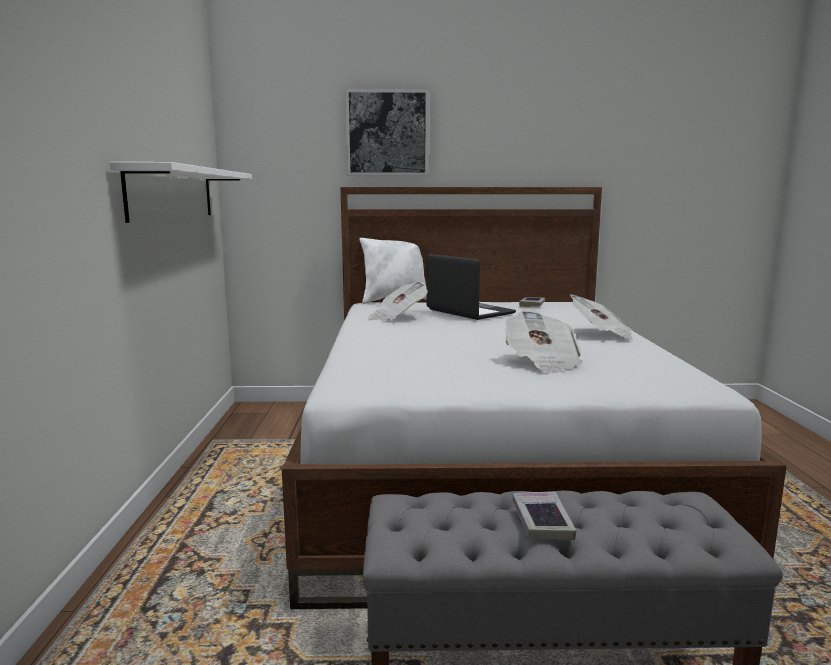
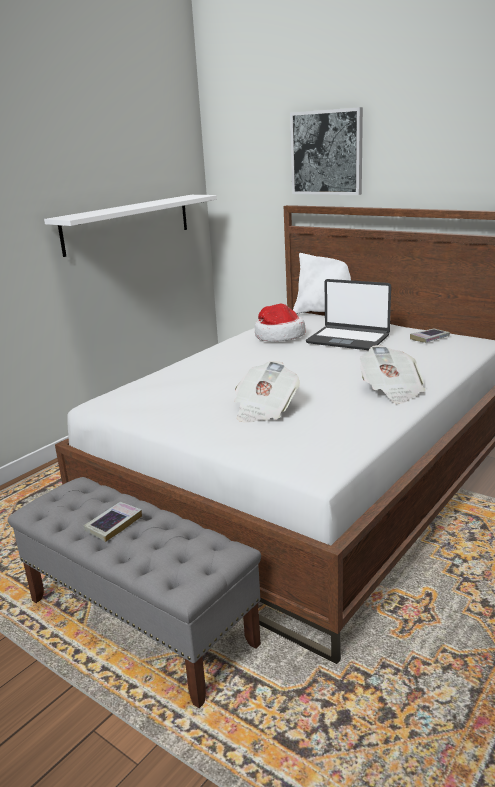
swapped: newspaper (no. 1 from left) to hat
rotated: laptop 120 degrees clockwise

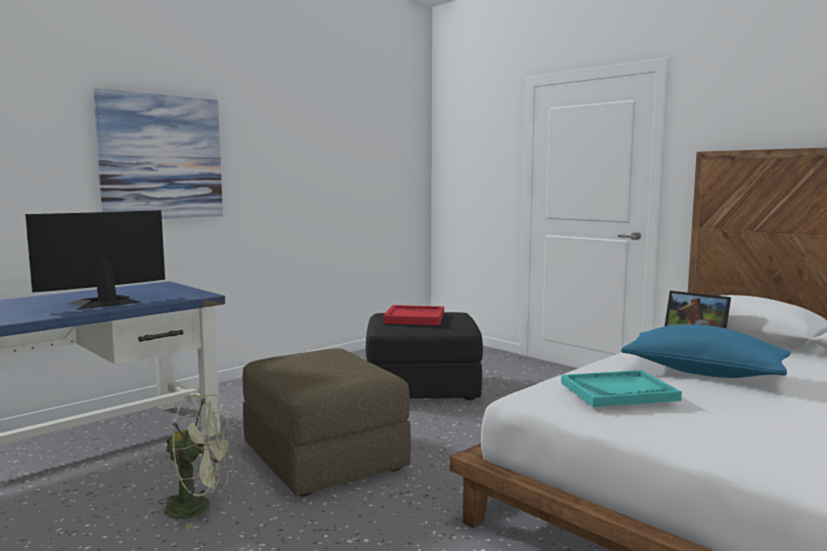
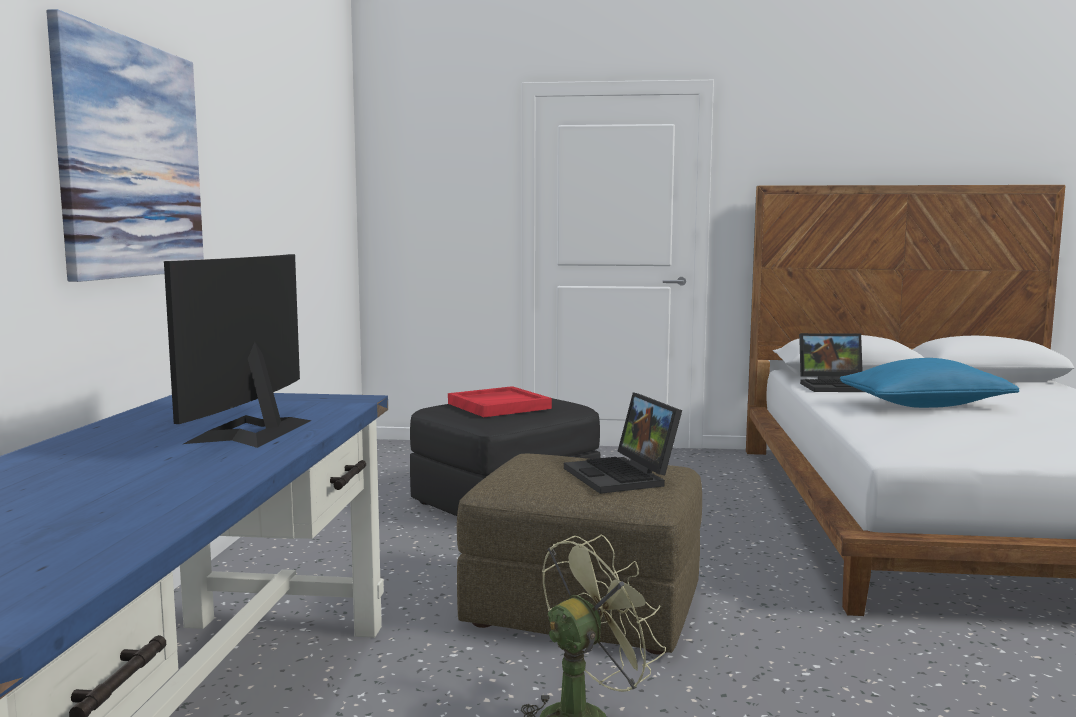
gone: turquoise tray
new: laptop (no. 1 from left)

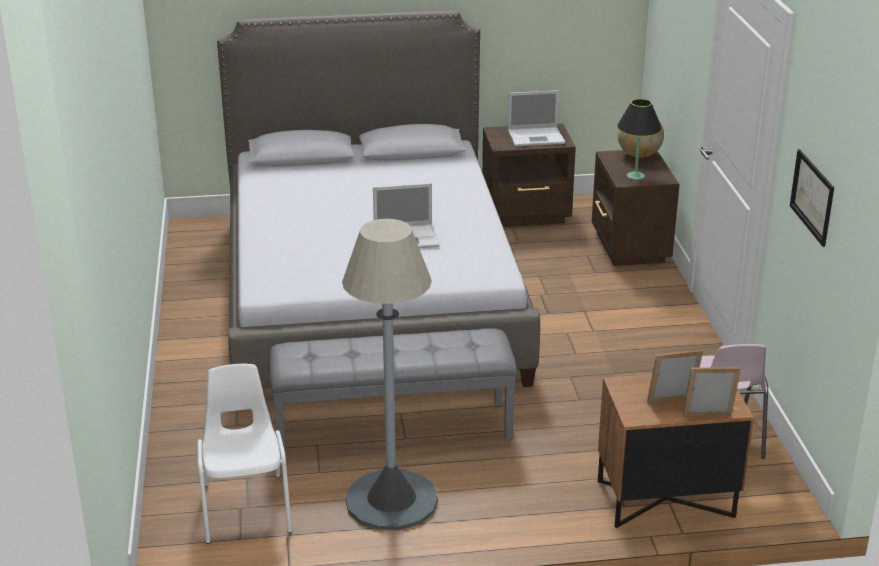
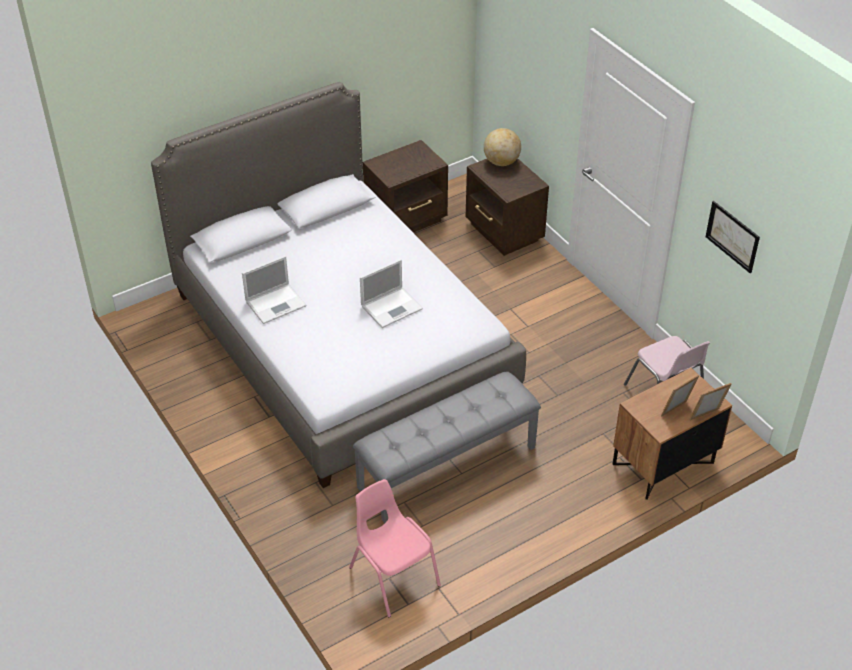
gone: grey floor lamp; black table lamp
shifted: laptop (no. 2 from left in the first image) to laptop (no. 1 from left)
repainted: white chair to pink chair (no. 1 from left)

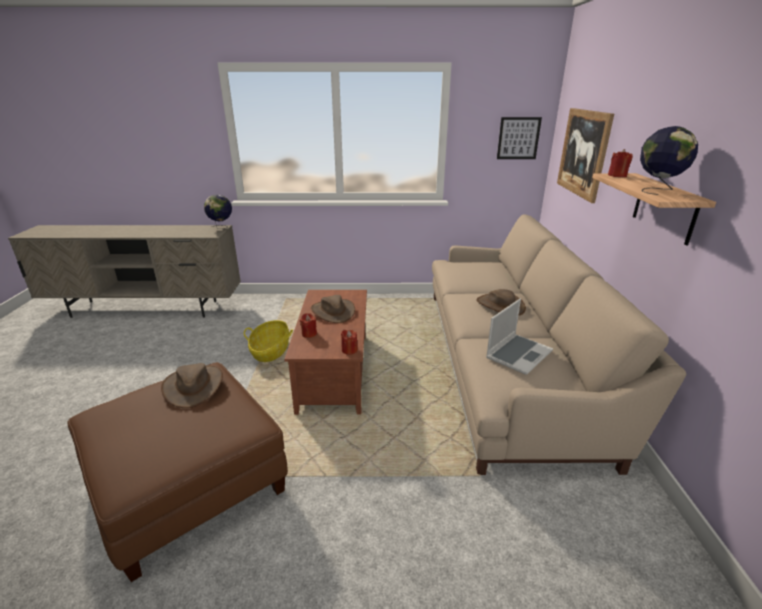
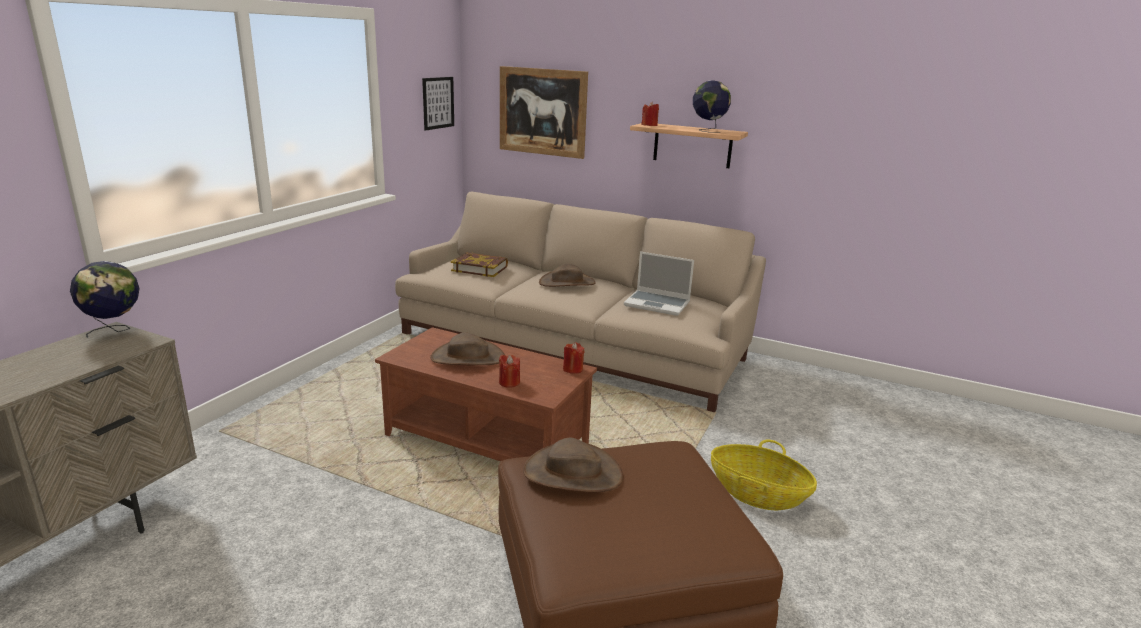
new: book
shifted: basket
rotated: laptop 135 degrees clockwise

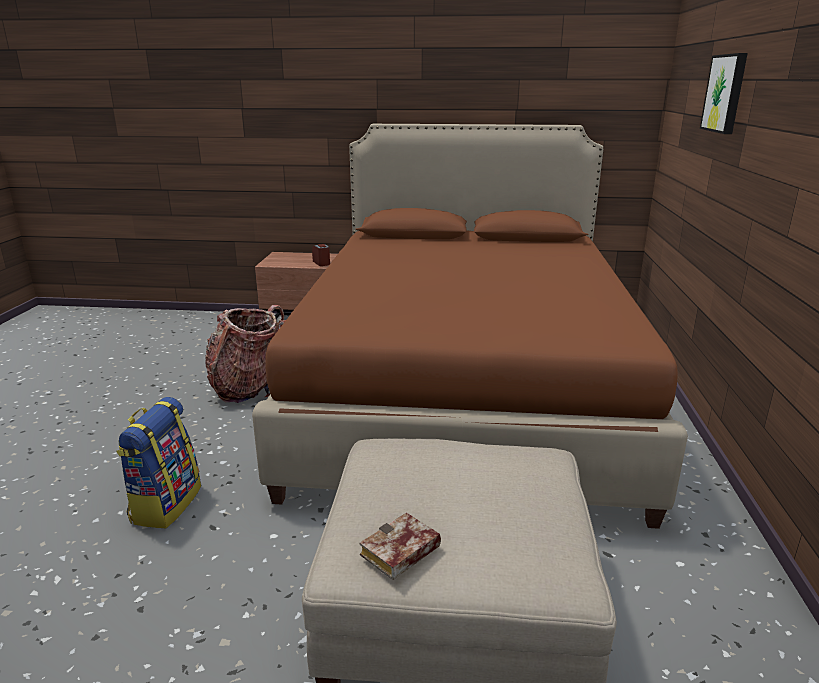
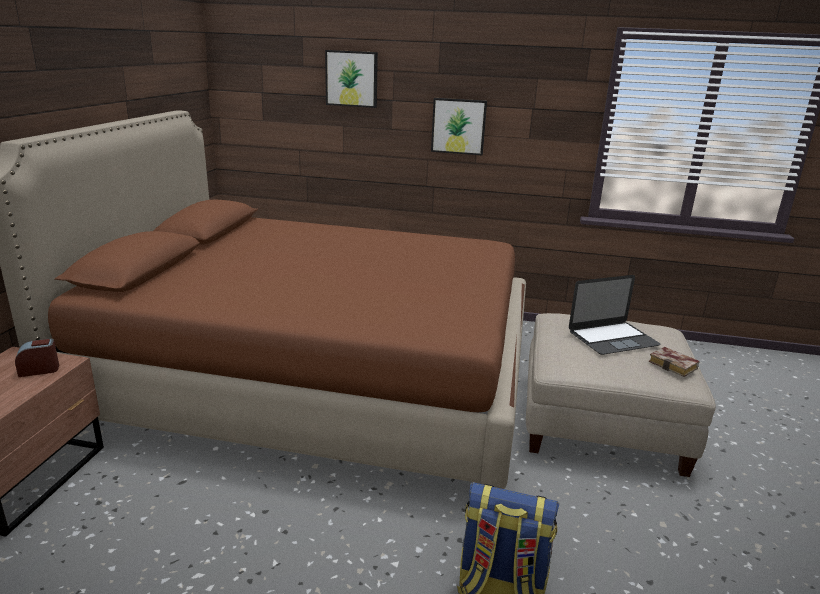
gone: backpack (no. 2 from left)
new: picture (no. 2 from left); laptop

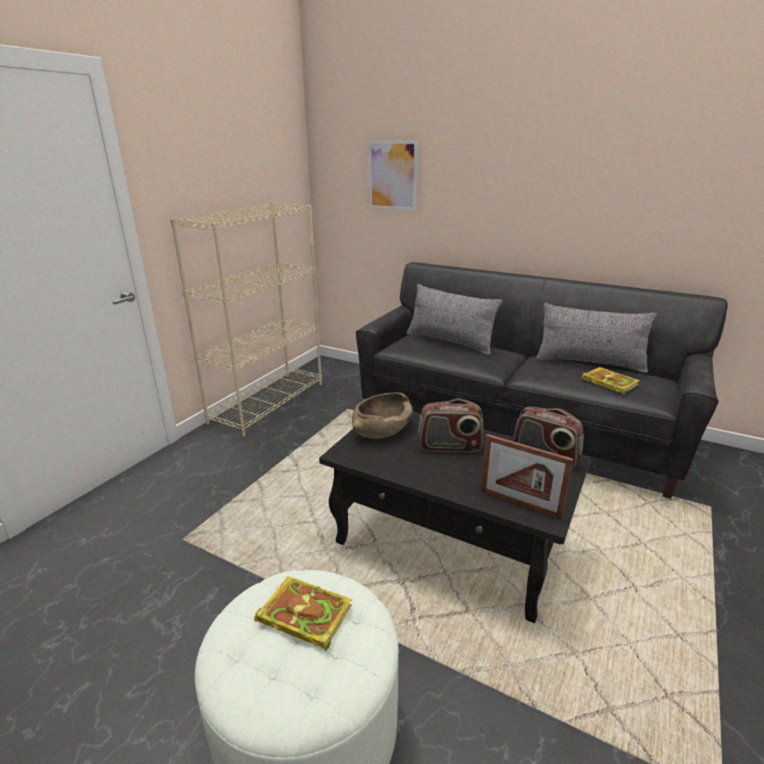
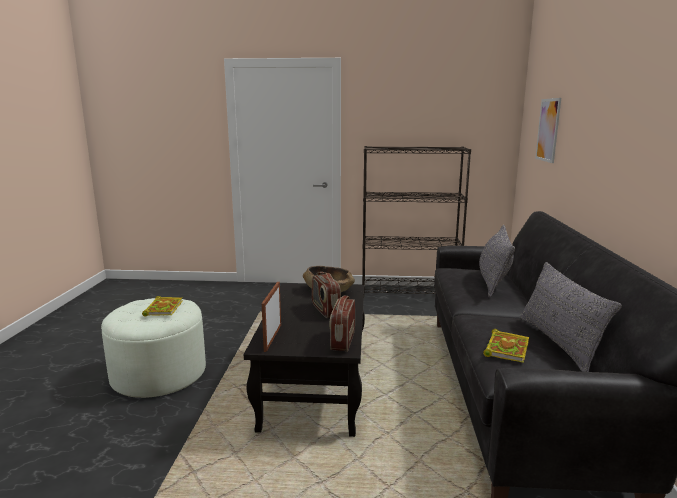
repainted: beige bookcase to black bookcase

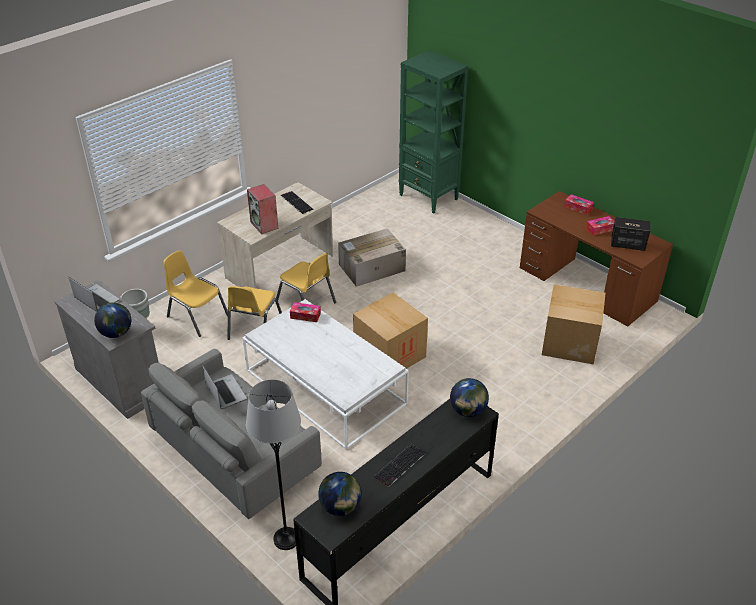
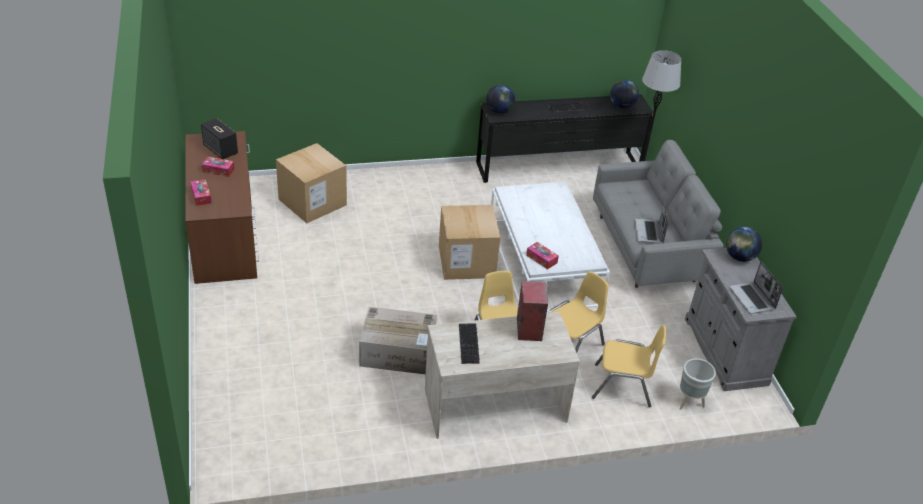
gone: green bookcase
rotated: yellow chair (no. 1 from left in the first image) 60 degrees counterclockwise

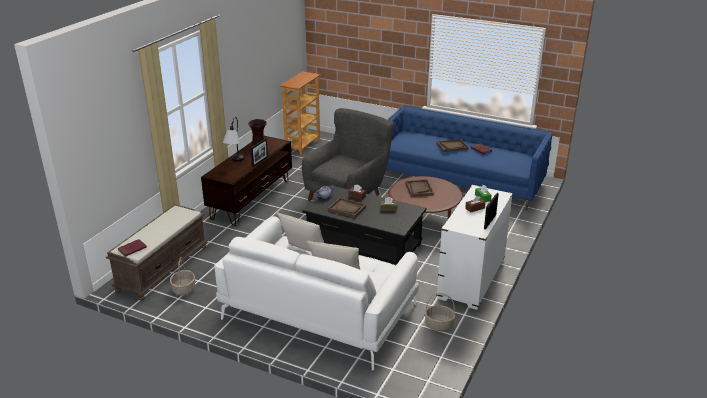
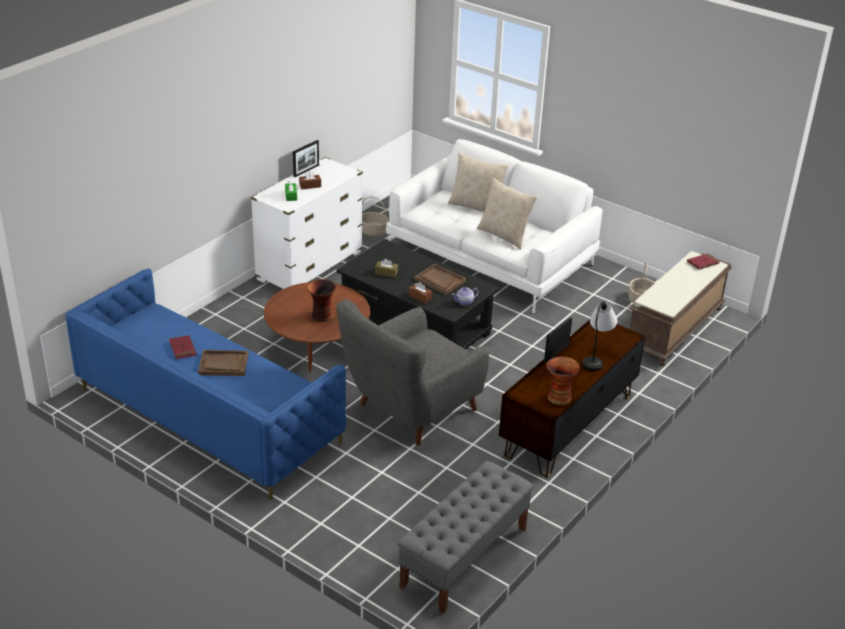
swapped: brown tray (no. 2 from left) to vase (no. 1 from left); bookcase to grey bench

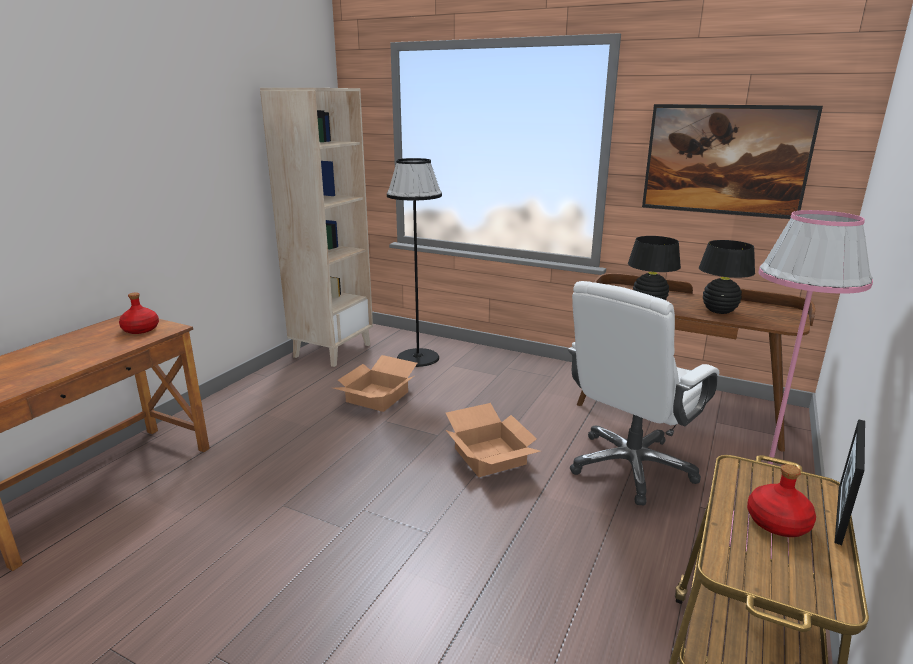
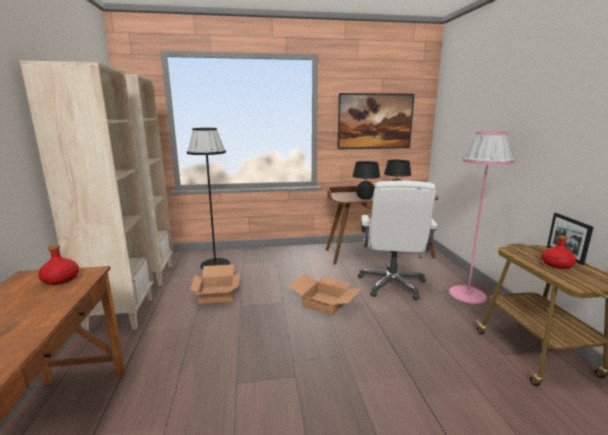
new: beige bookcase (no. 1 from left)

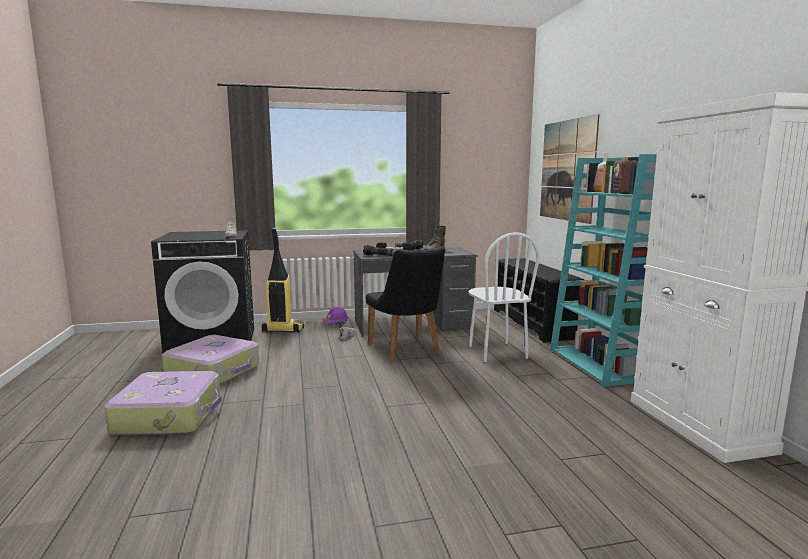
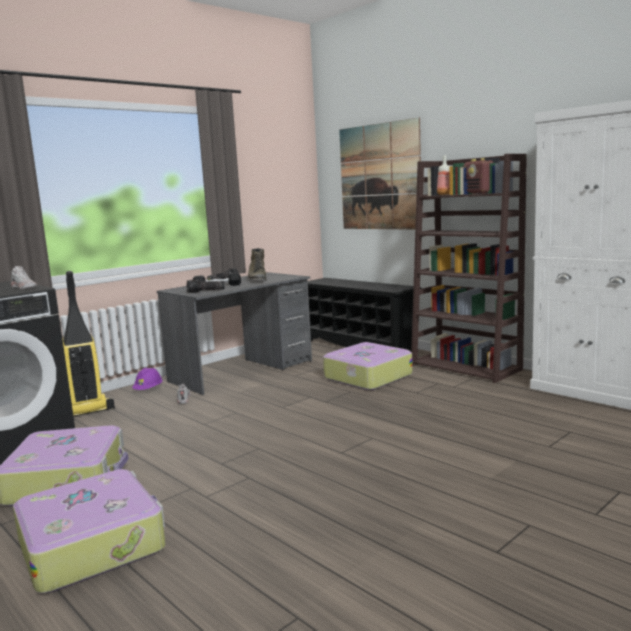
gone: black chair
swapped: white chair to suitcase (no. 3 from left)
repainted: turquoise bookcase to brown bookcase

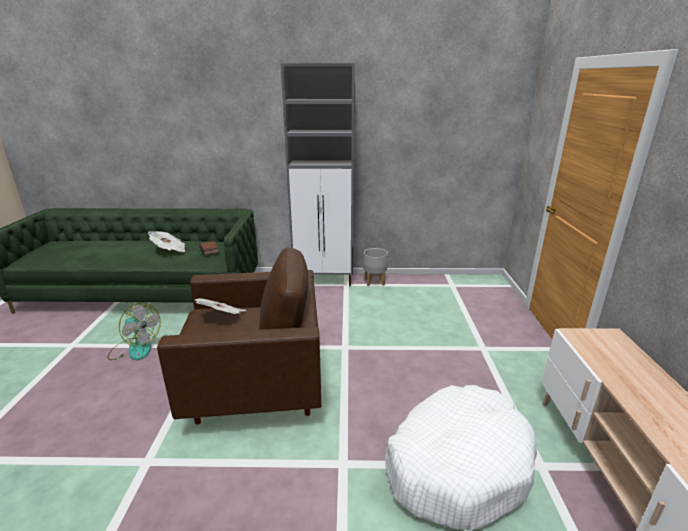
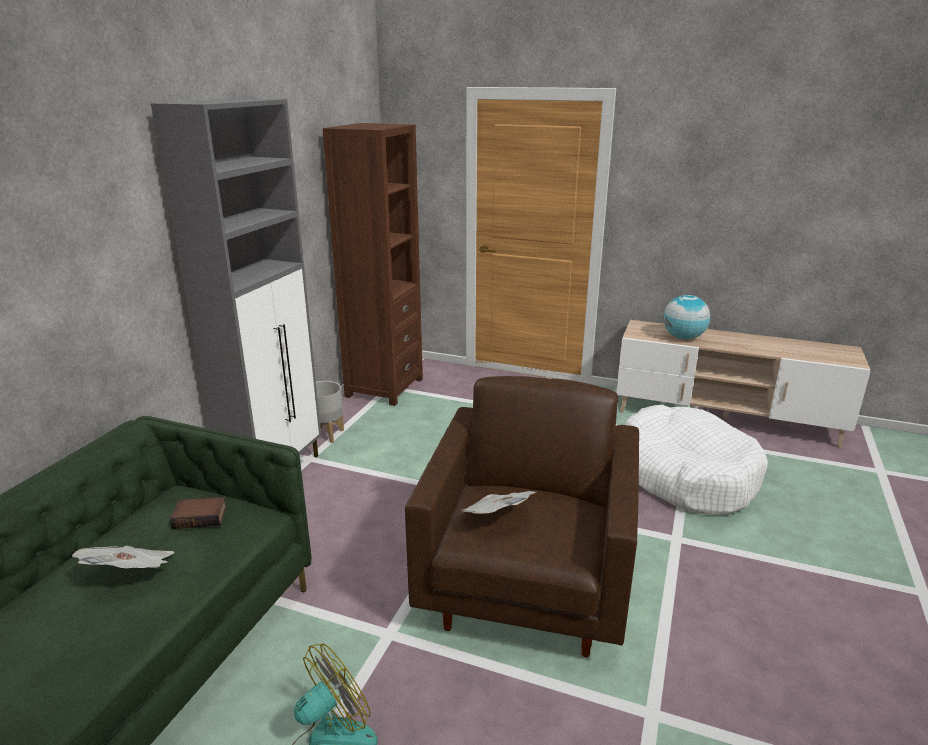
new: brown bookcase; globe

